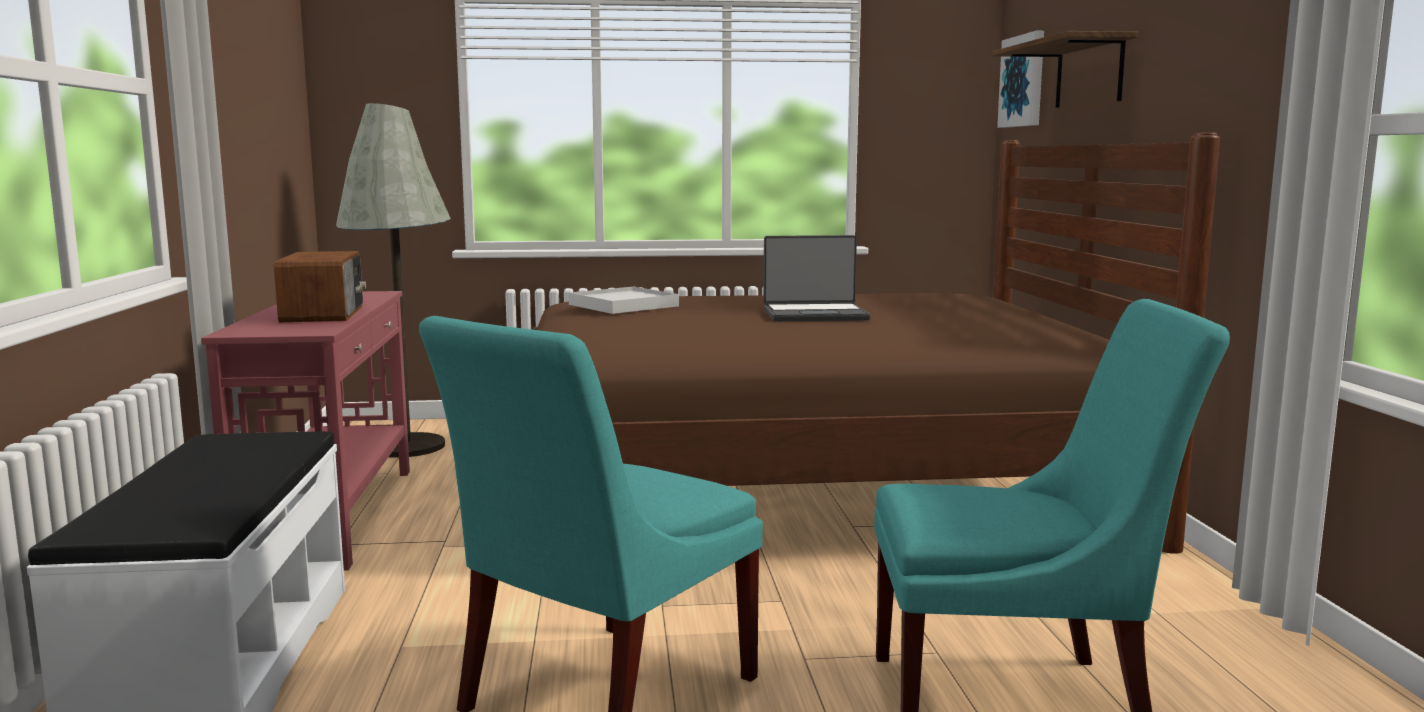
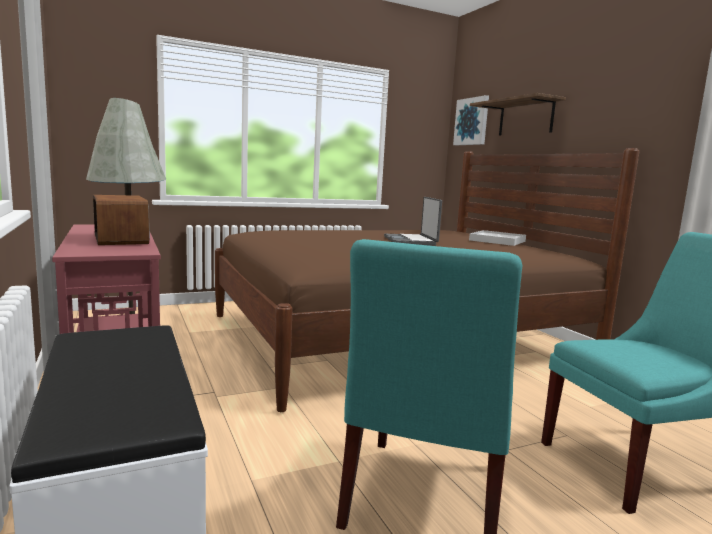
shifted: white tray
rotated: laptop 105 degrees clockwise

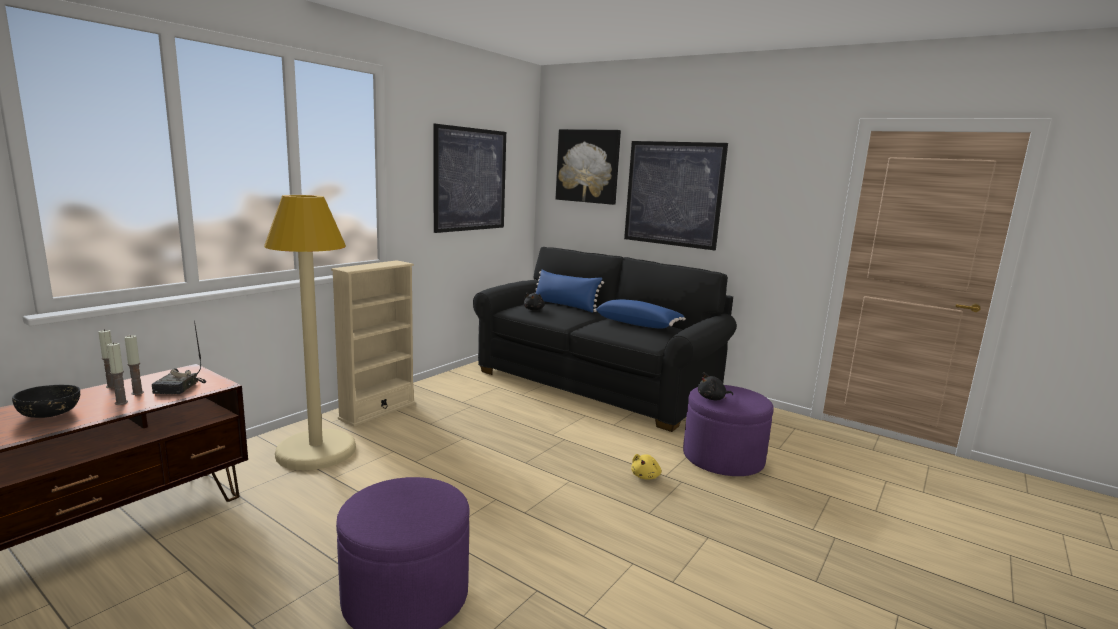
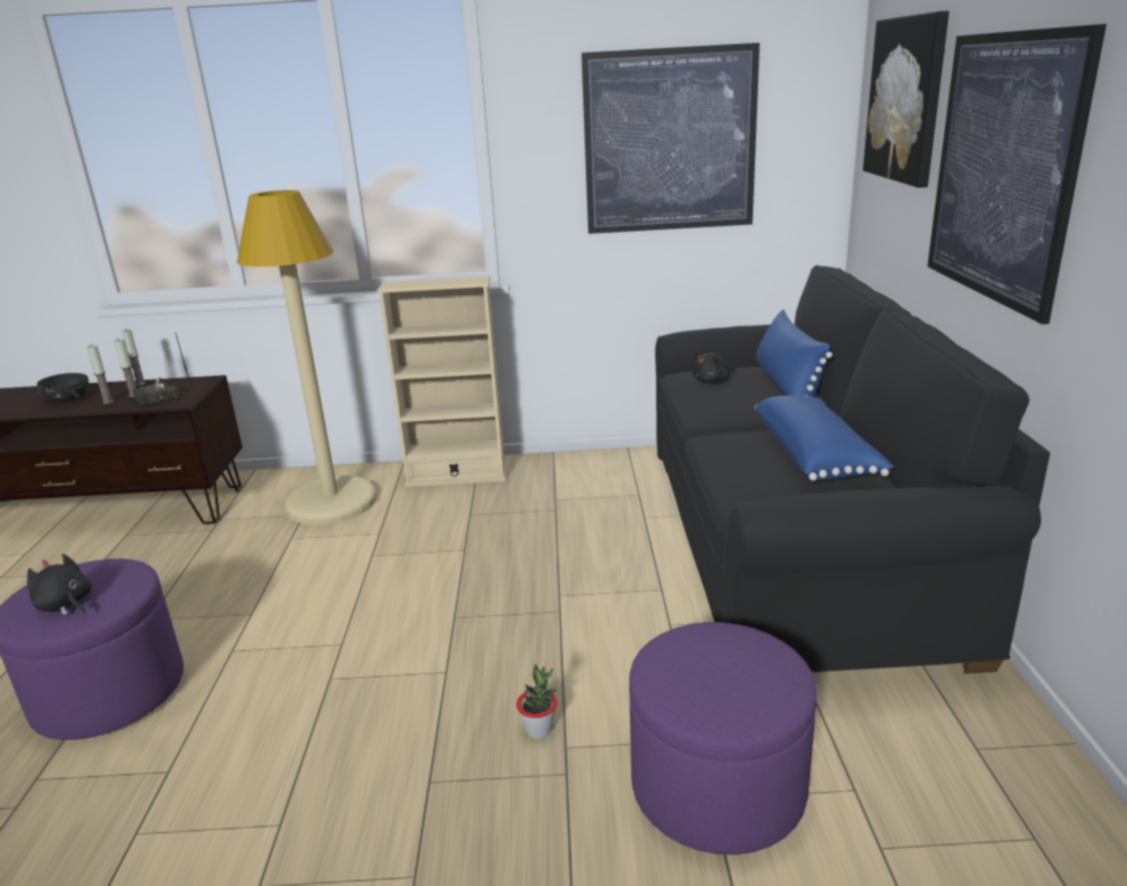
shifted: black plush toy (no. 2 from left in the first image) to black plush toy (no. 1 from left)
swapped: yellow plush toy to potted plant

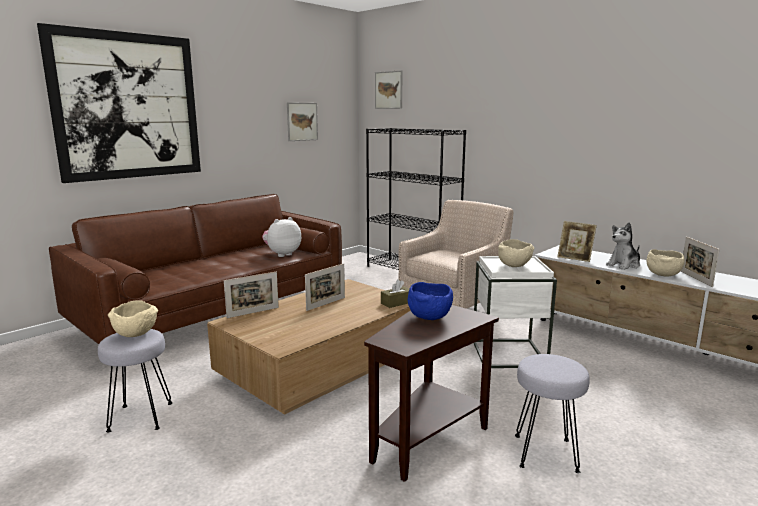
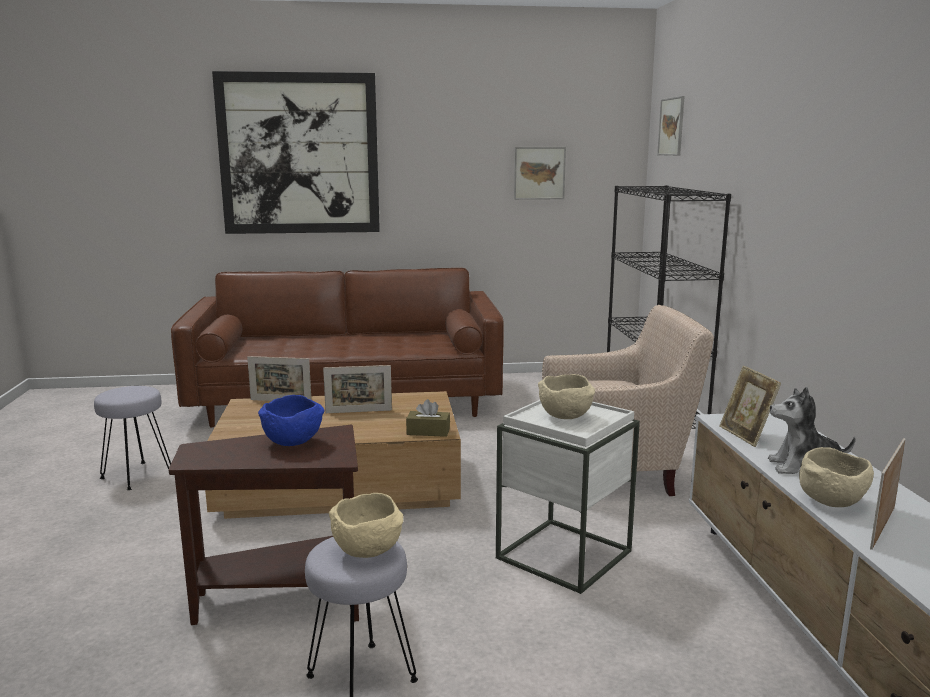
gone: plush toy (no. 1 from left)
shifted: beige bowl (no. 1 from left)

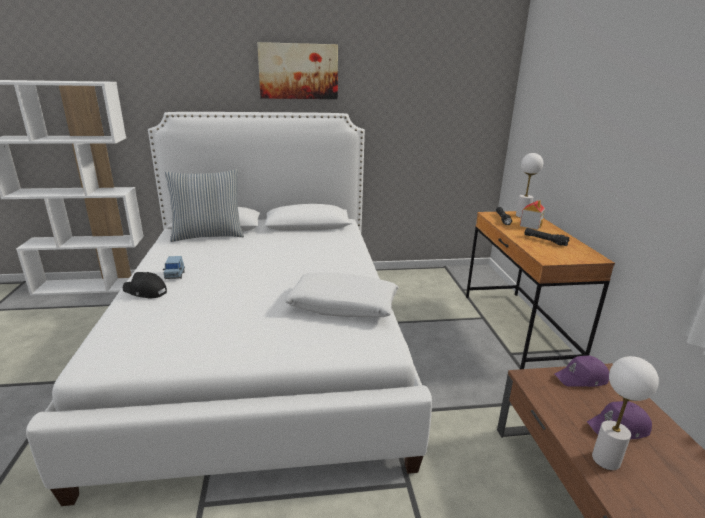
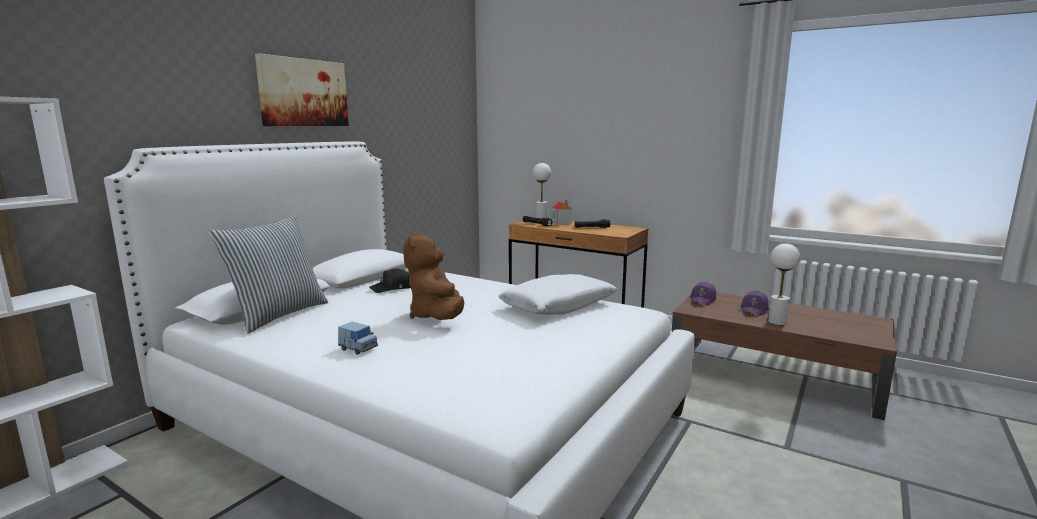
new: brown plush toy
shifted: black cap

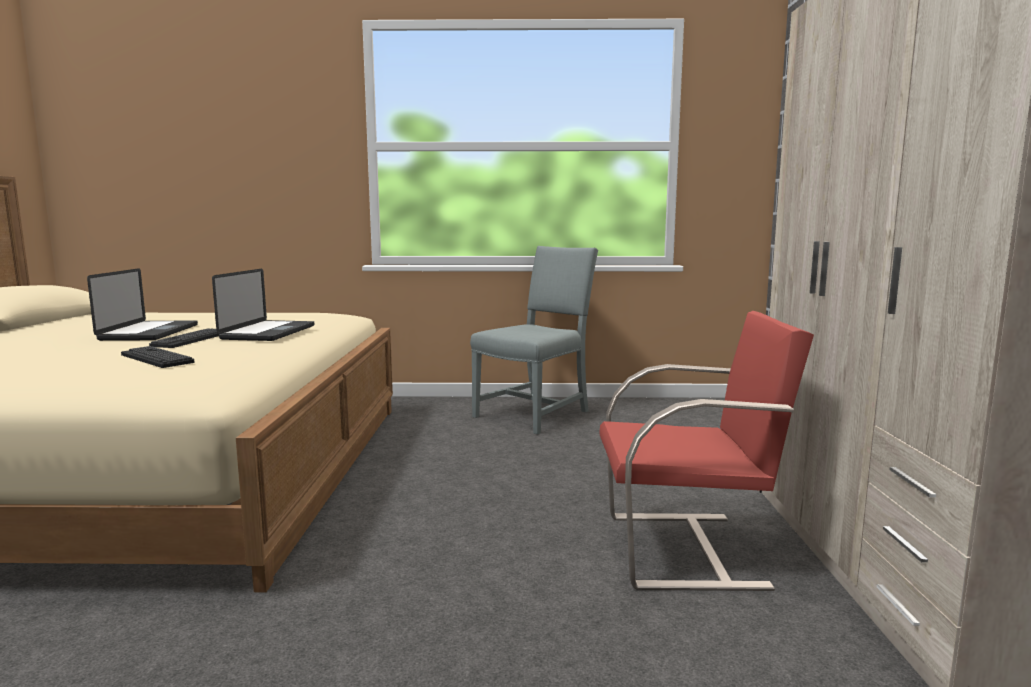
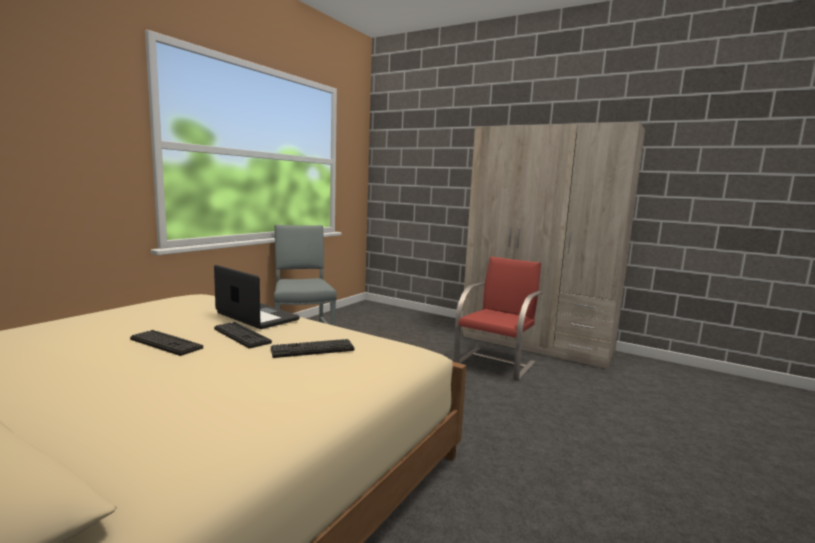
swapped: laptop (no. 1 from left) to keyboard (no. 1 from left)

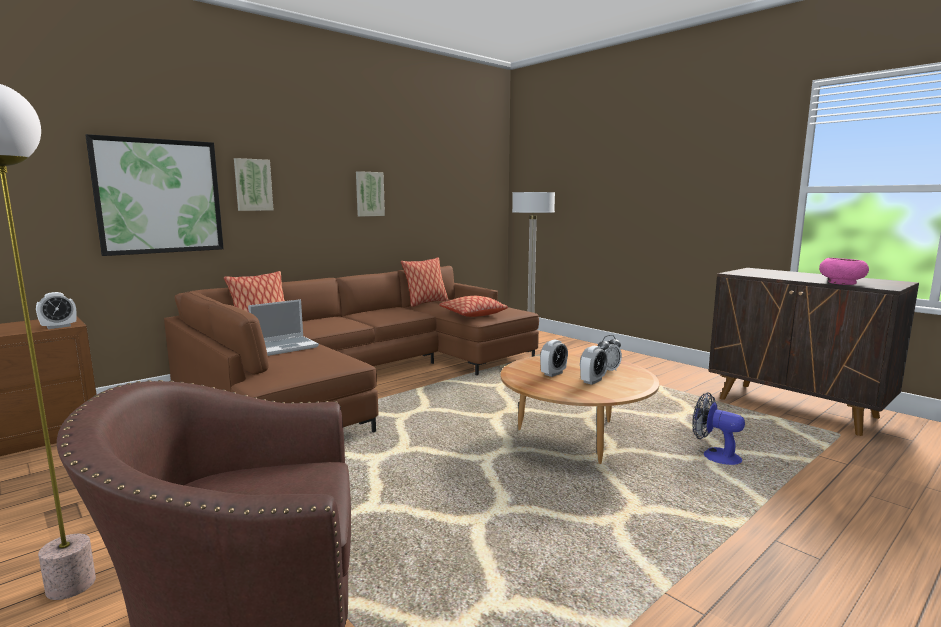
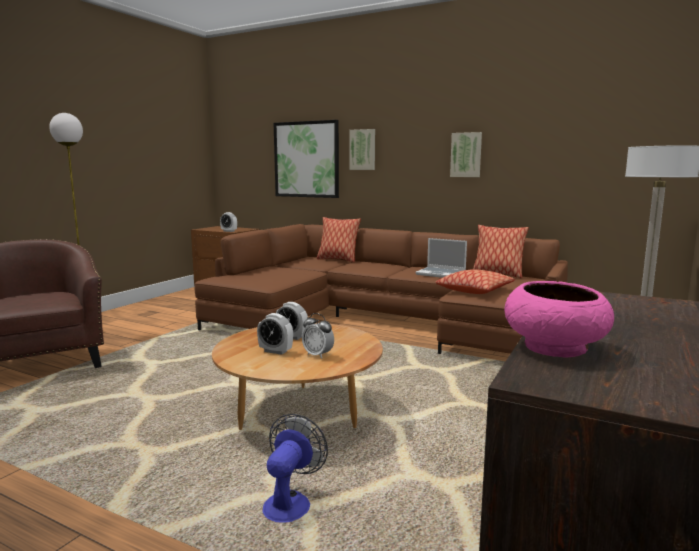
shifted: laptop

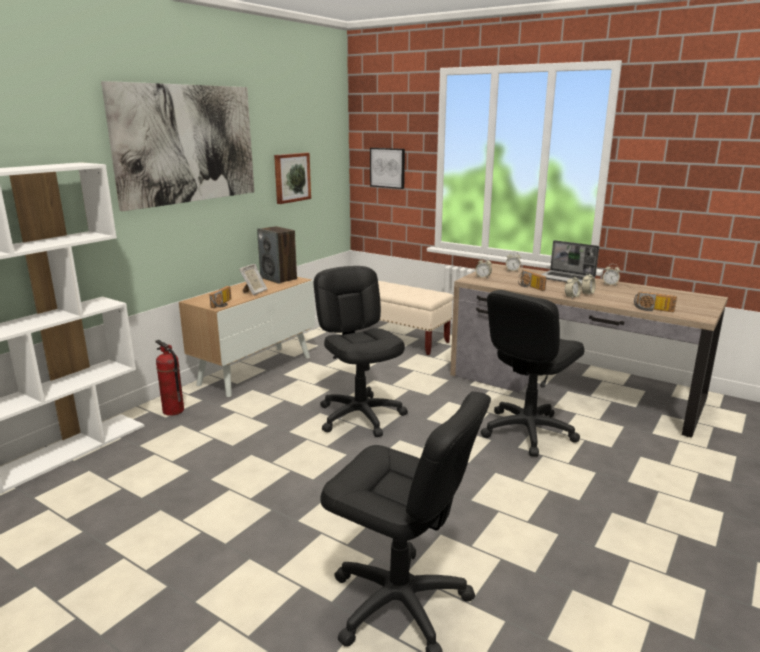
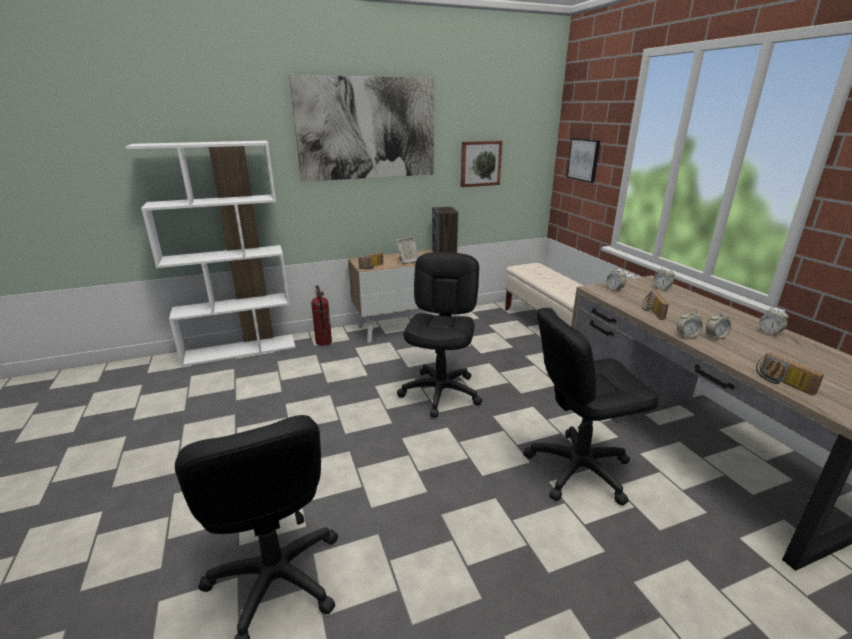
gone: laptop

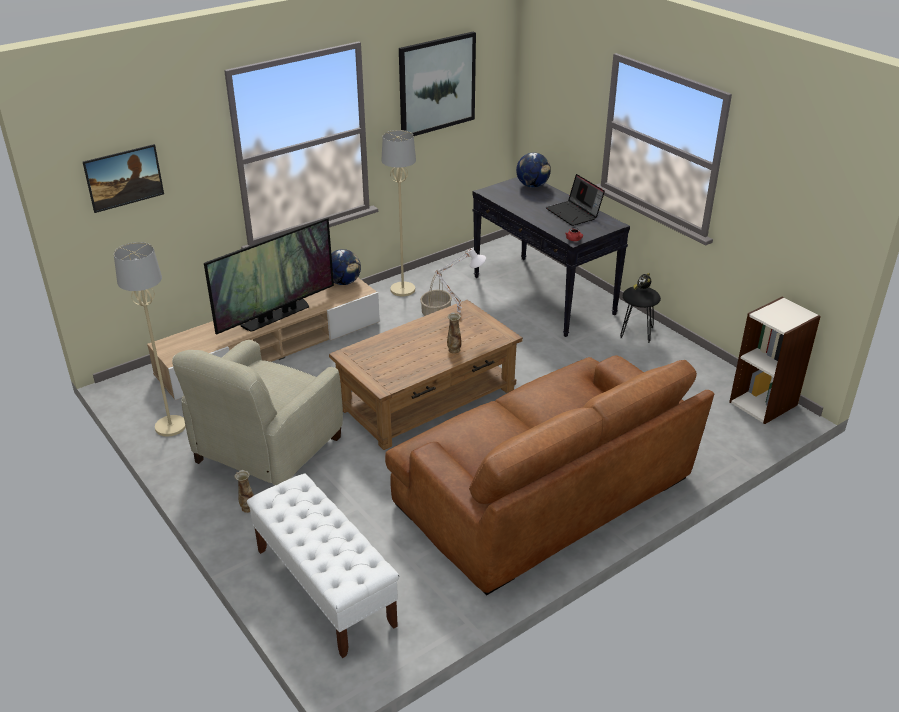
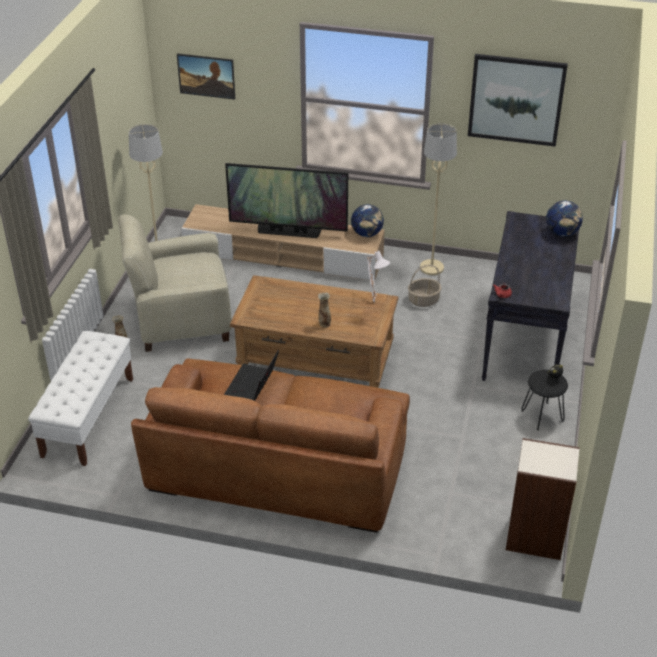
shifted: laptop

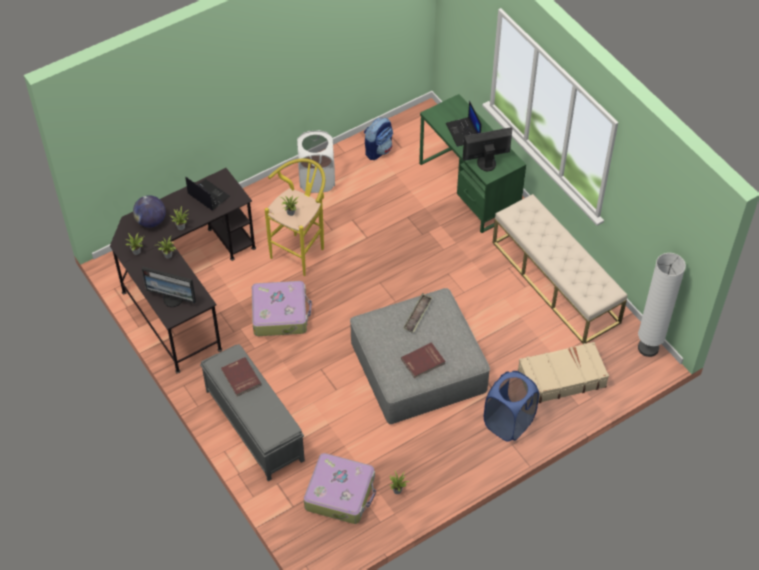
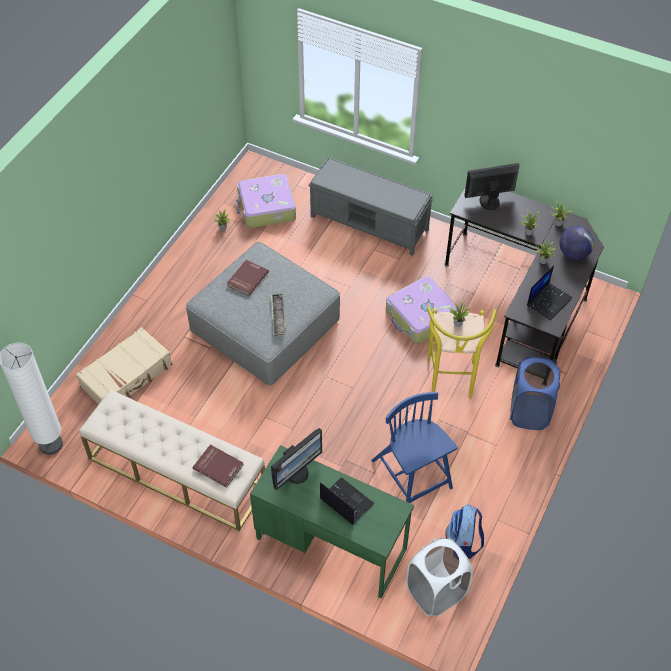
new: blue chair
shifted: red book (no. 1 from left); white laundry basket; blue laundry basket
rotated: laptop (no. 1 from left in the first image) 60 degrees counterclockwise

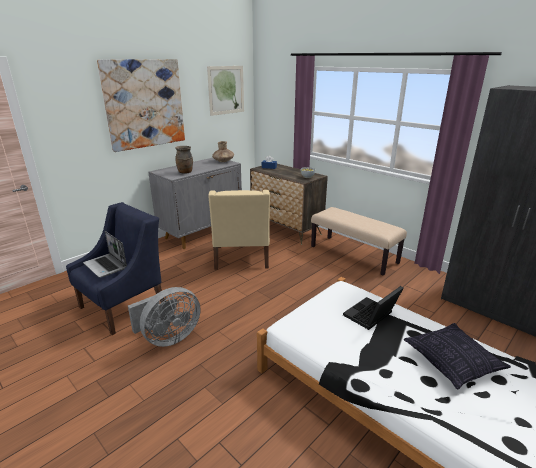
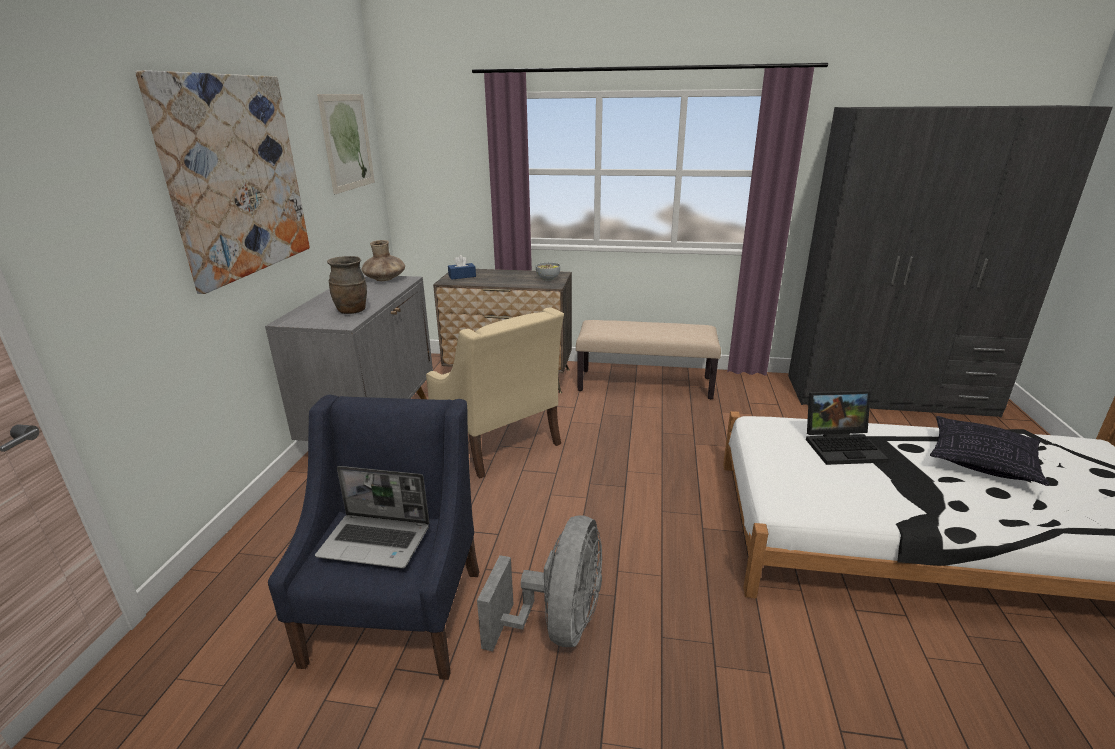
rotated: laptop (no. 2 from left) 105 degrees counterclockwise

